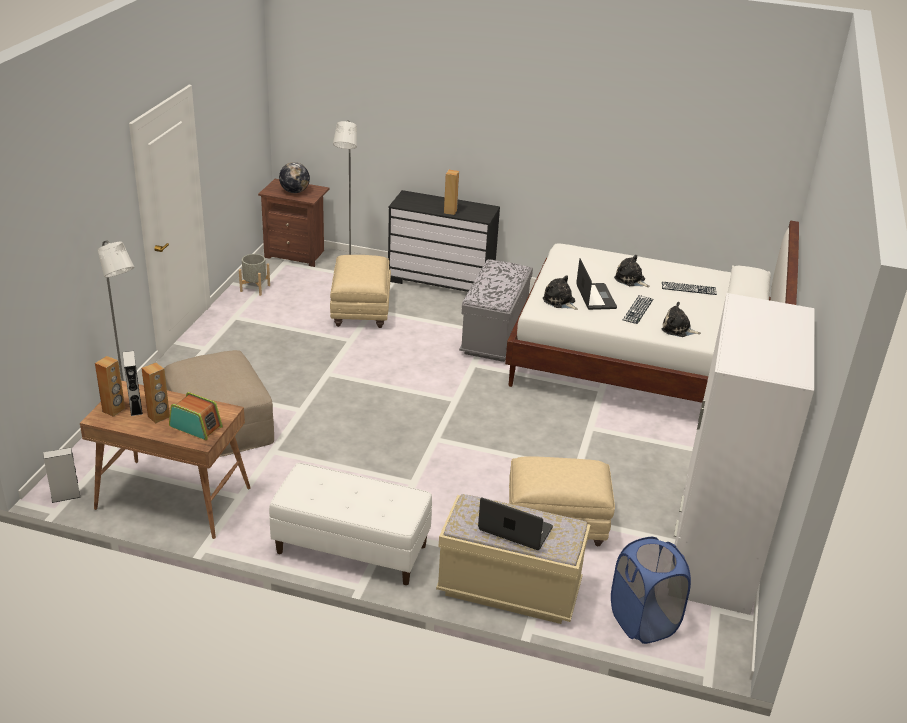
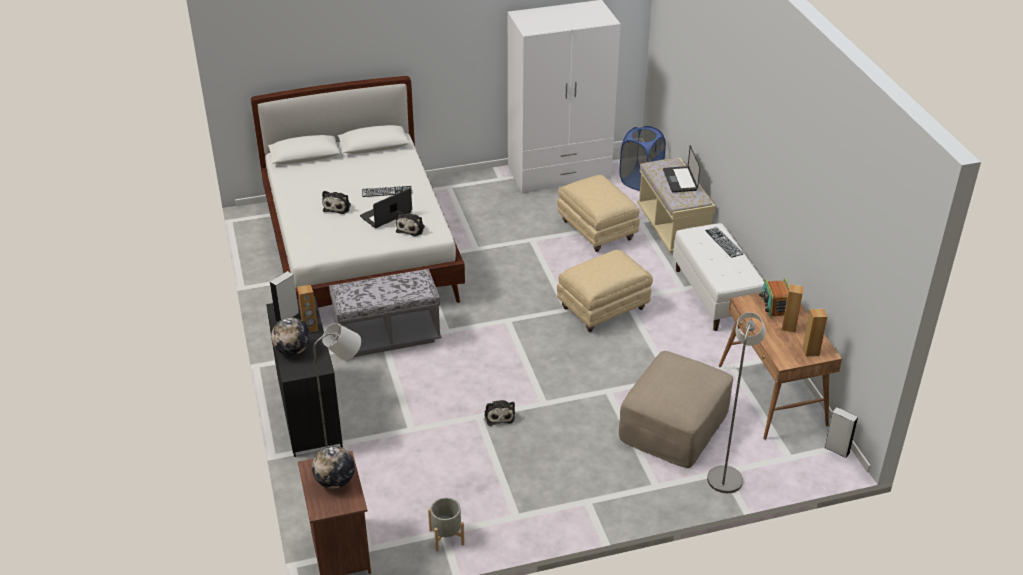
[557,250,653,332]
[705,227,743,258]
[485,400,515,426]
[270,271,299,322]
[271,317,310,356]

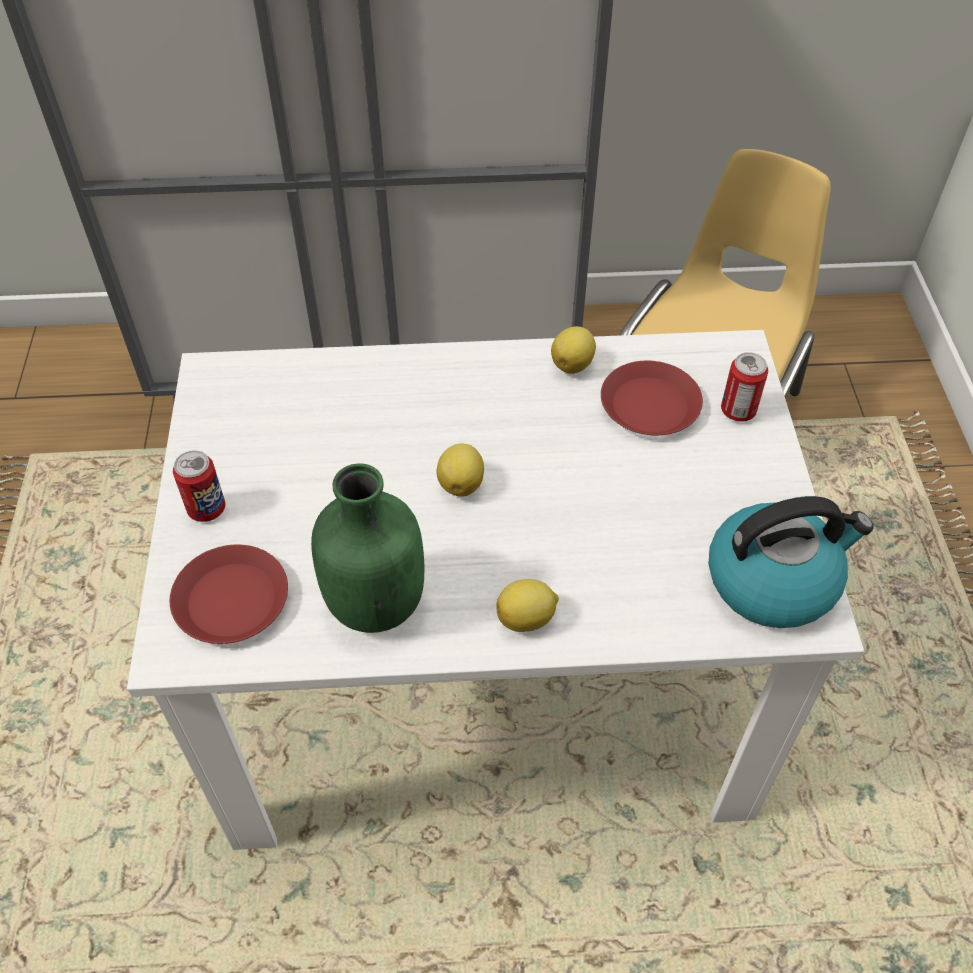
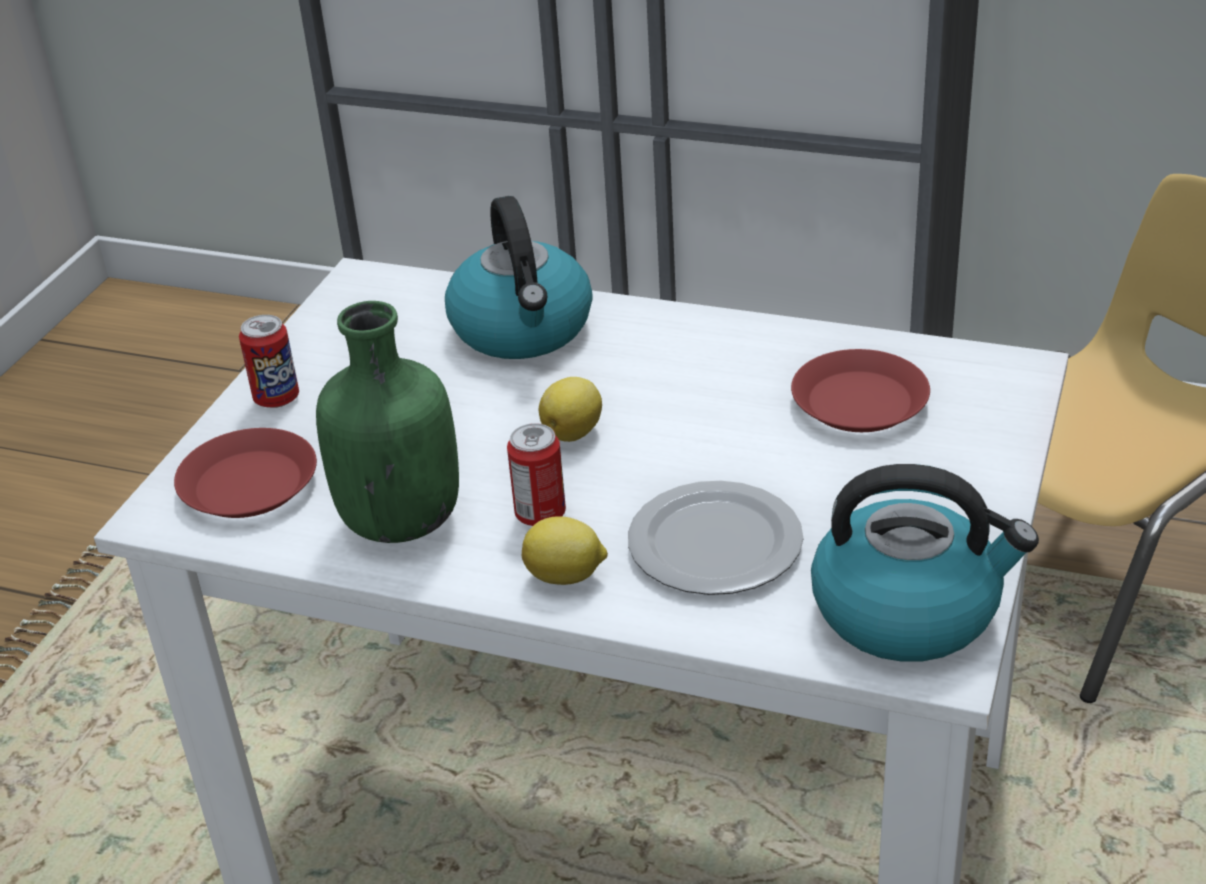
[551,326,596,374] (first image)
[507,423,566,526]
[445,196,593,359]
[628,481,803,595]

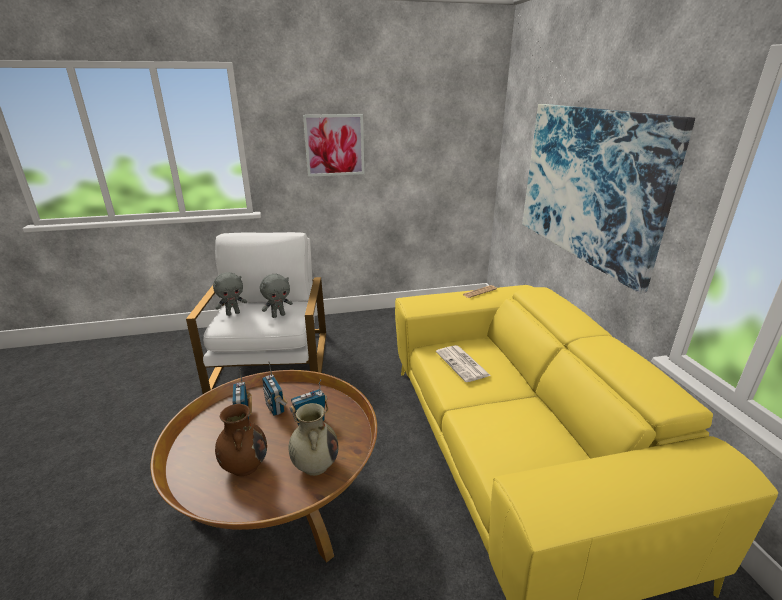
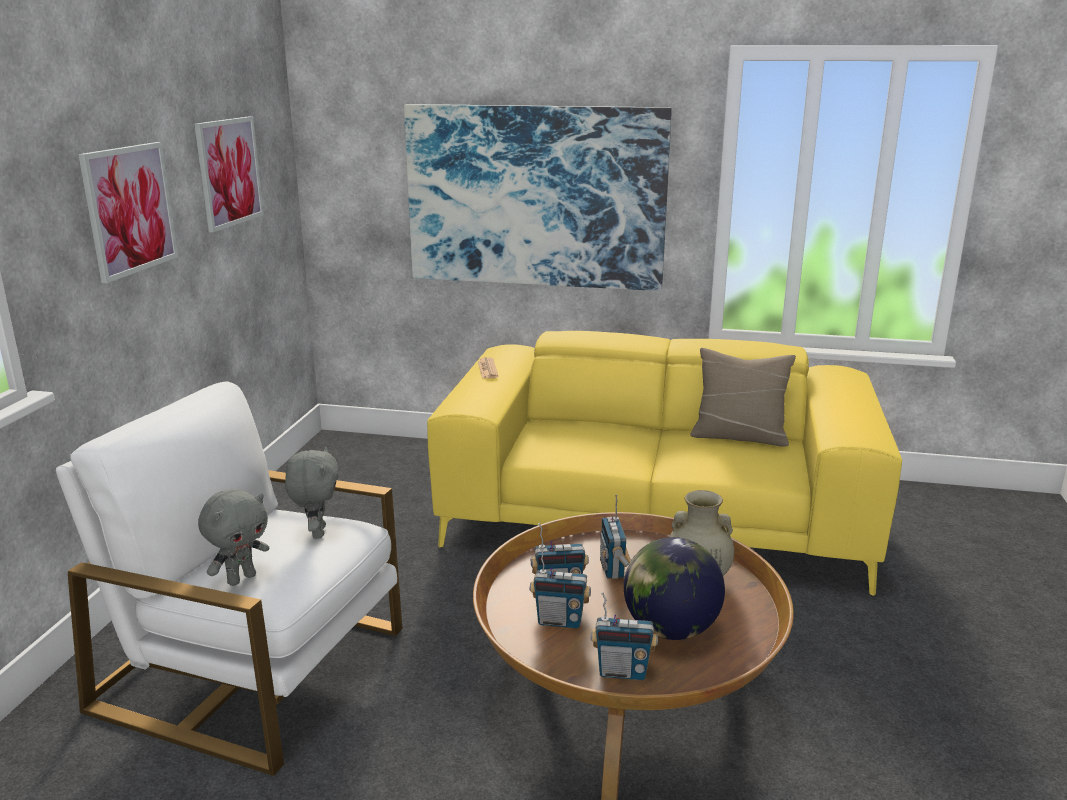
[198,489,269,586]
[436,345,491,382] (first image)
[624,537,725,640]
[194,116,264,232]
[690,348,796,447]
[591,592,658,680]

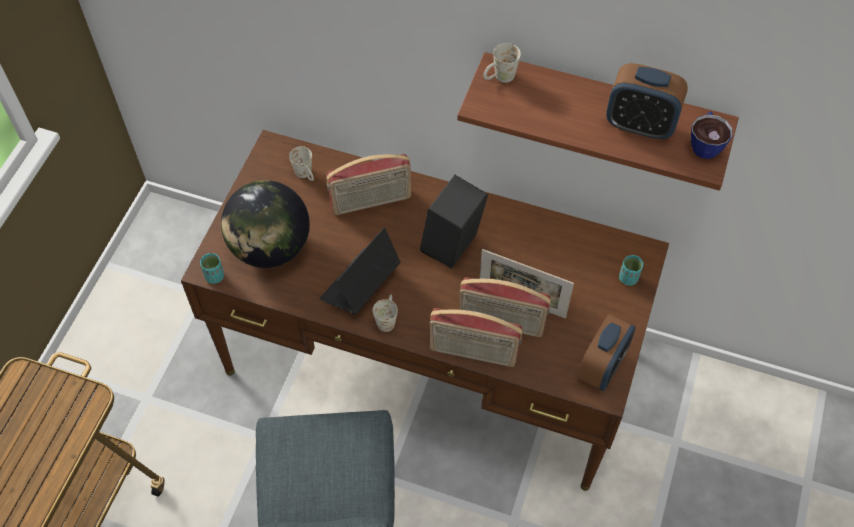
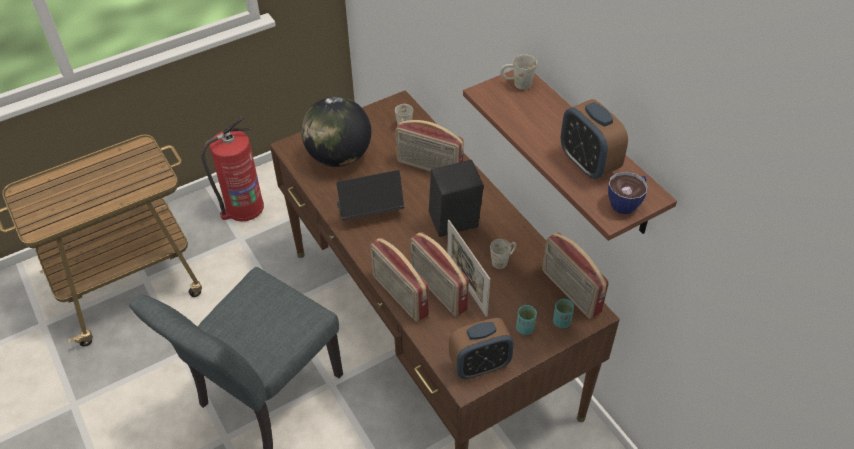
[516,305,537,335]
[490,239,517,269]
[201,116,264,221]
[542,232,609,319]

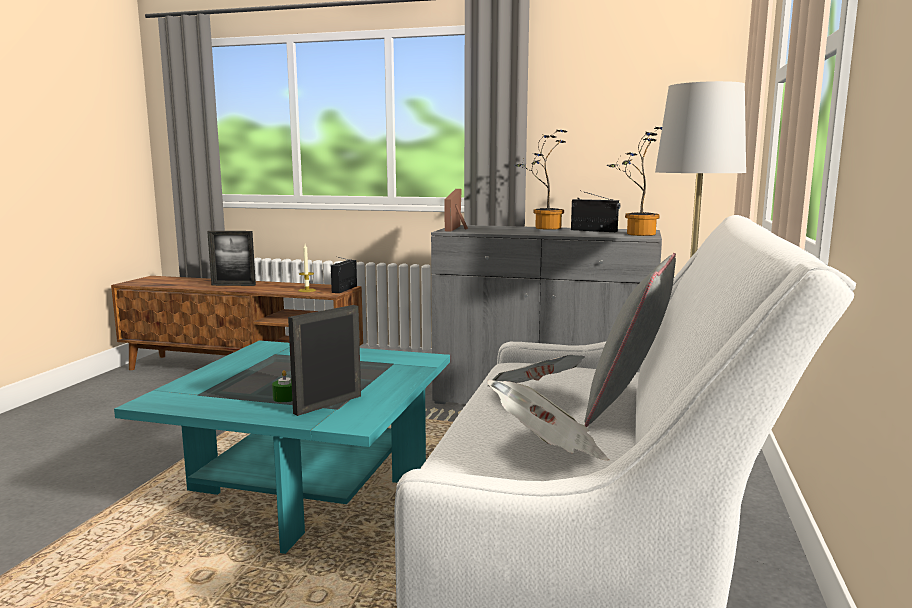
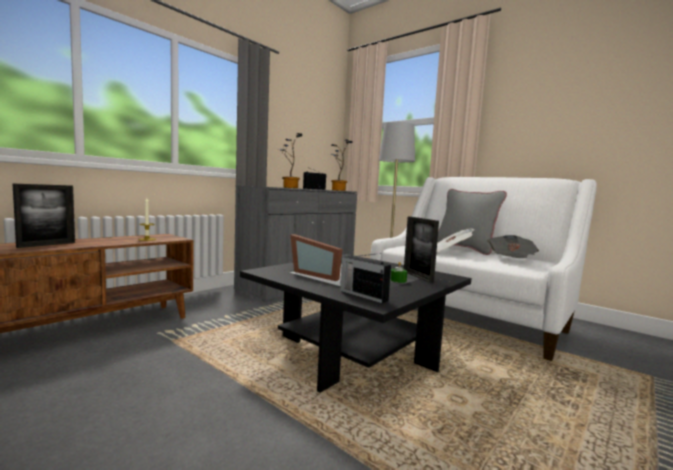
[290,234,342,281]
[340,253,391,303]
[240,254,472,393]

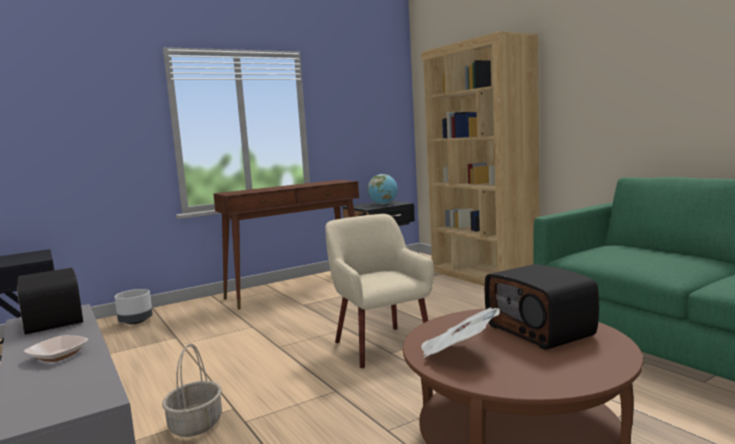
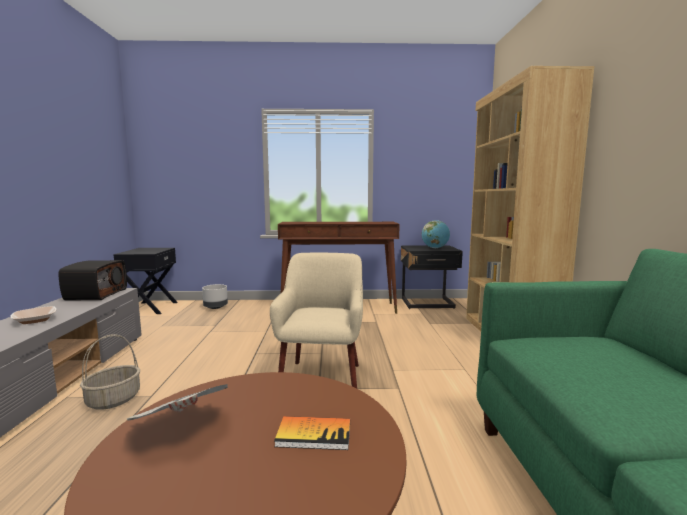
[274,416,350,450]

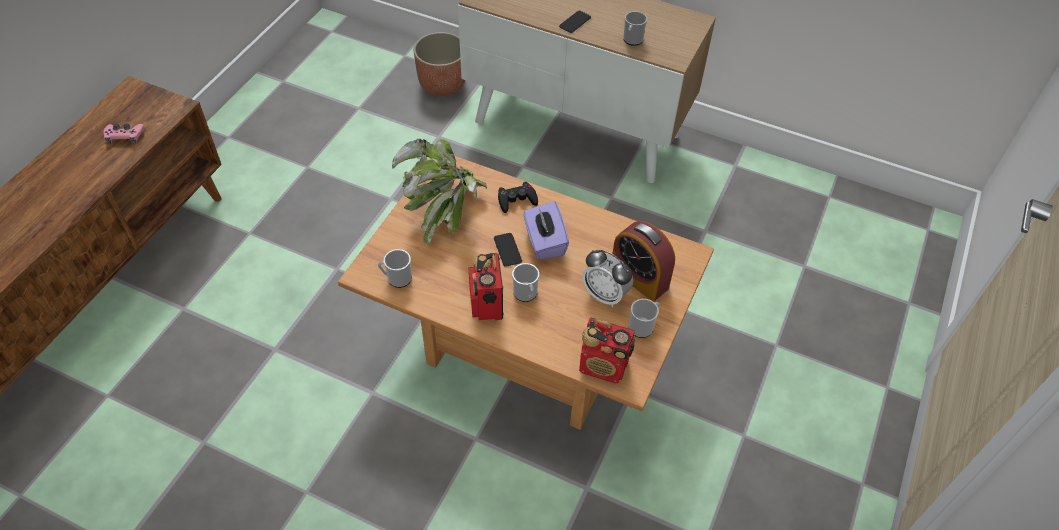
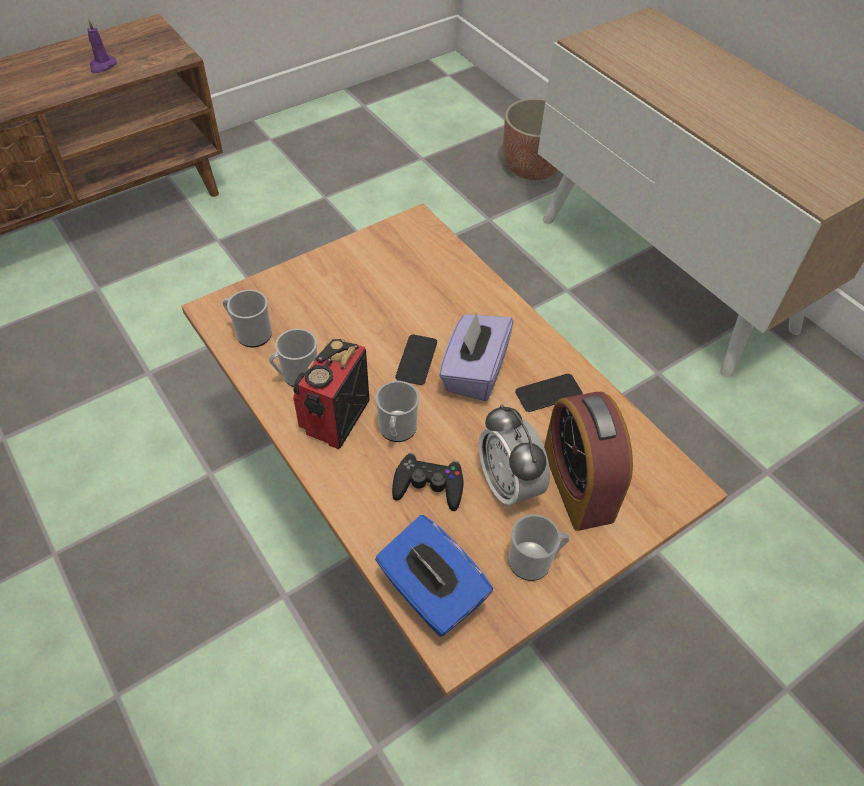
[515,374,583,412]
[269,329,317,387]
[87,19,117,73]
[392,139,487,243] (first image)
[392,453,464,511]
[375,515,493,637]

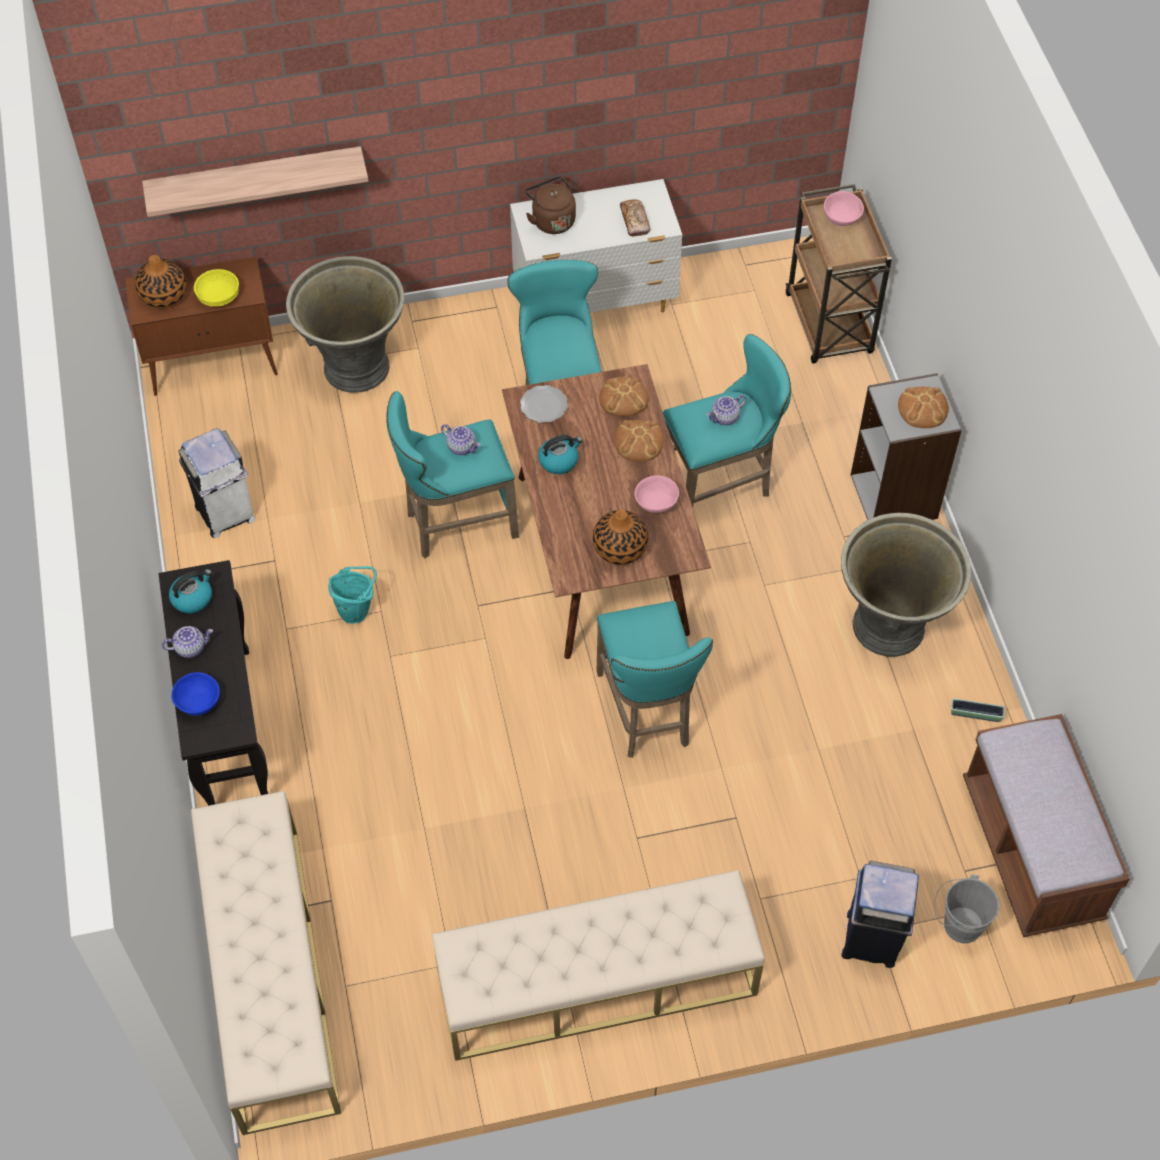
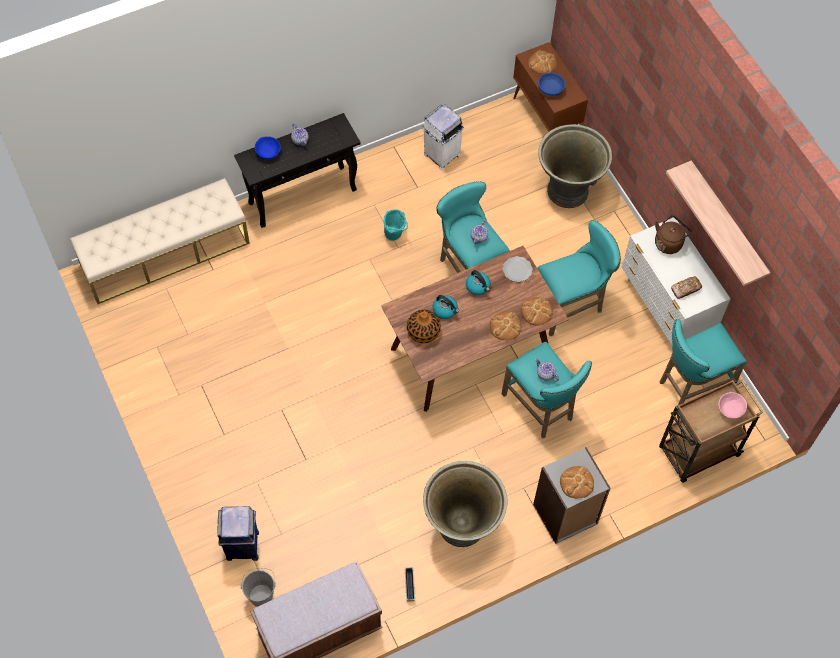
[666,160,770,286]
[528,50,557,74]
[538,73,565,97]
[635,475,679,513] (first image)
[433,295,459,319]
[660,319,747,405]
[432,870,765,1061] (first image)

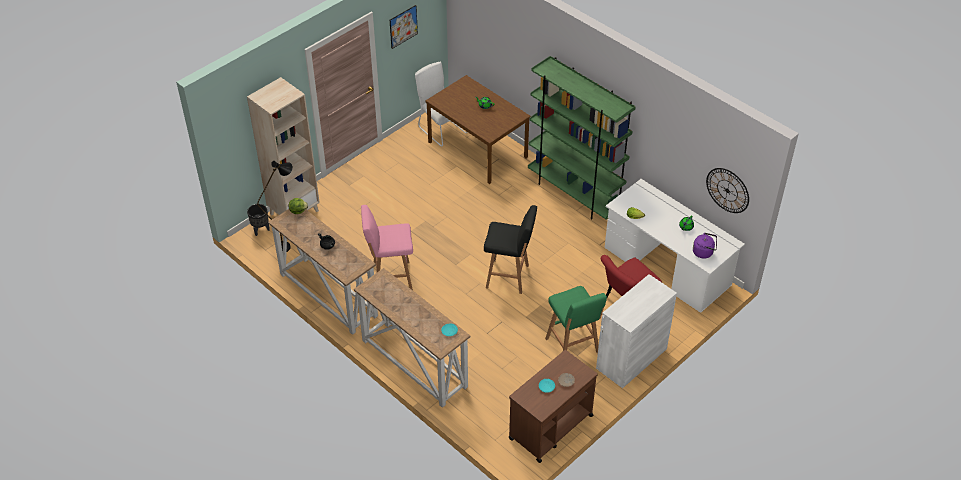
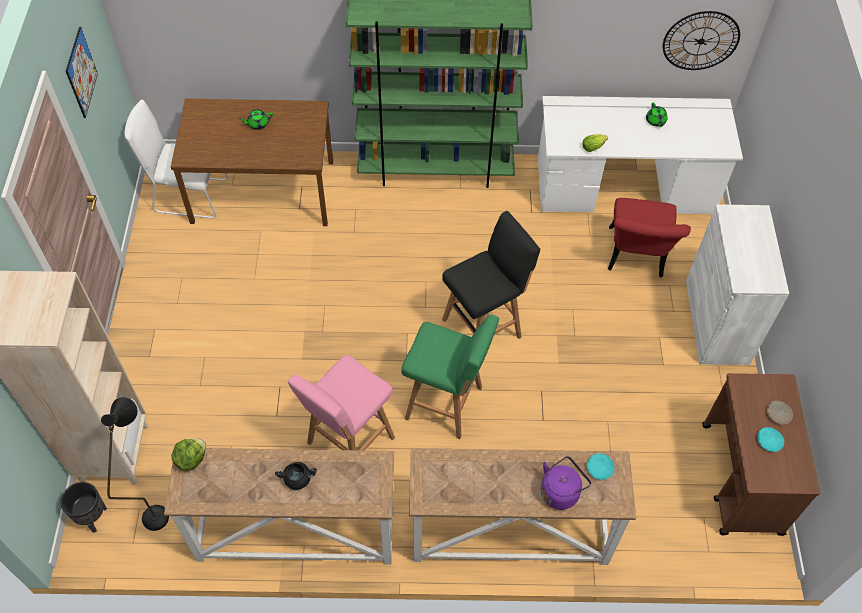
[541,456,591,510]
[401,315,499,439]

